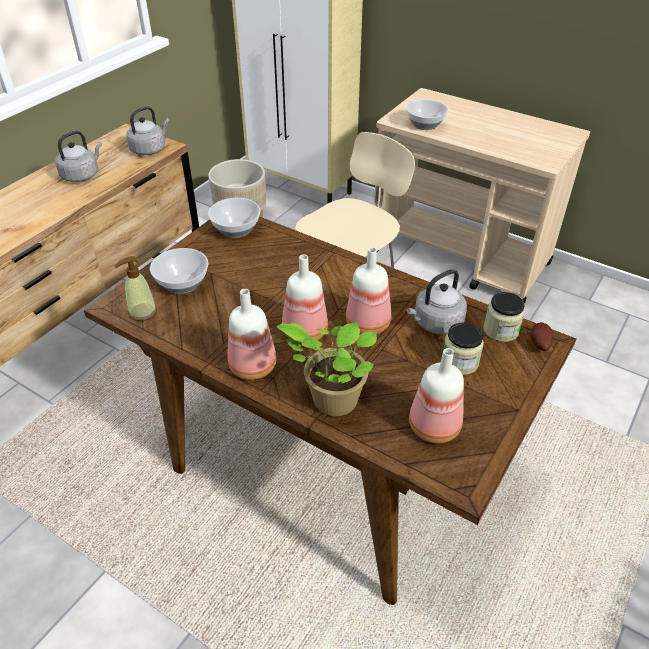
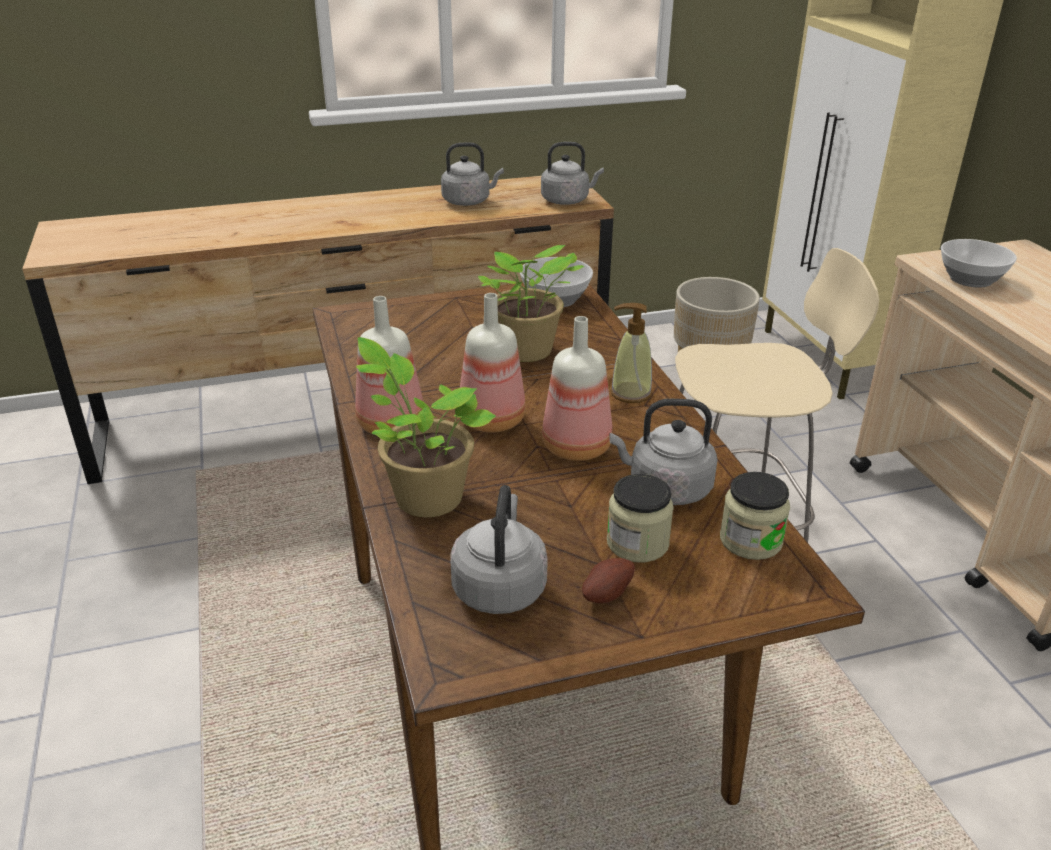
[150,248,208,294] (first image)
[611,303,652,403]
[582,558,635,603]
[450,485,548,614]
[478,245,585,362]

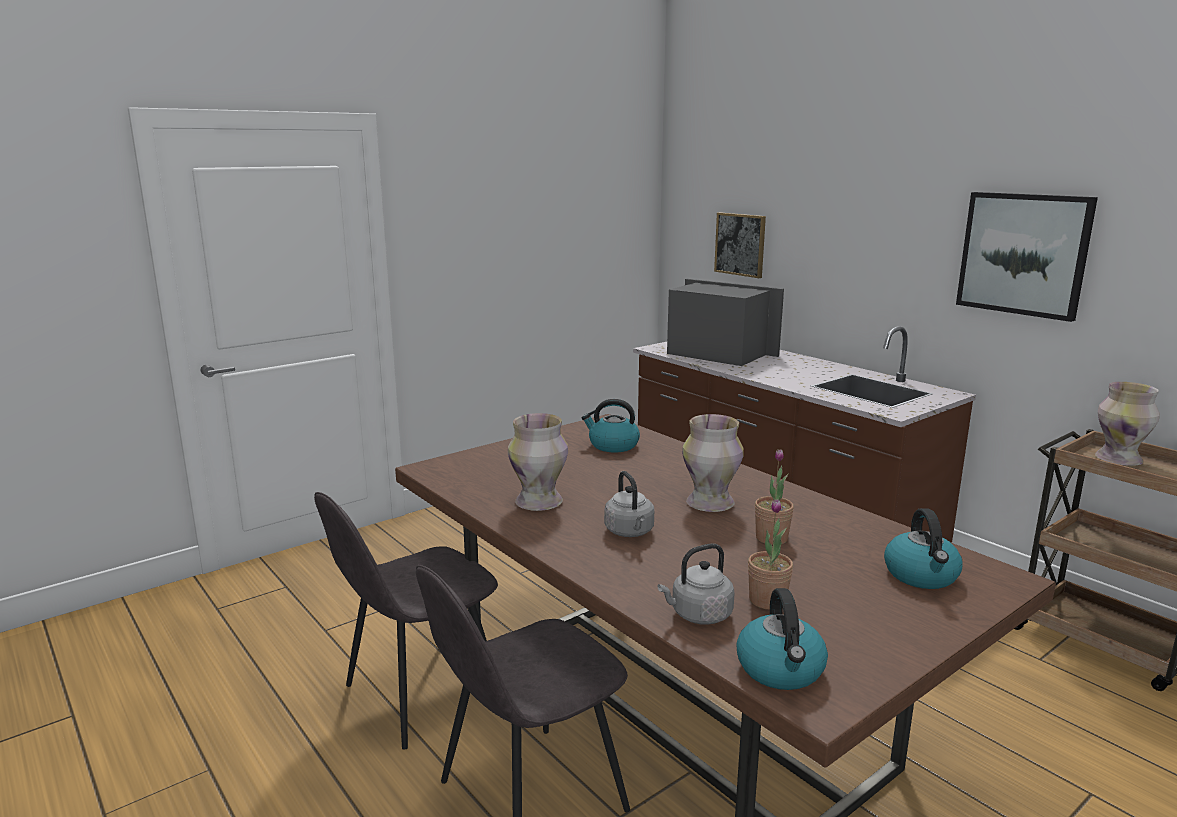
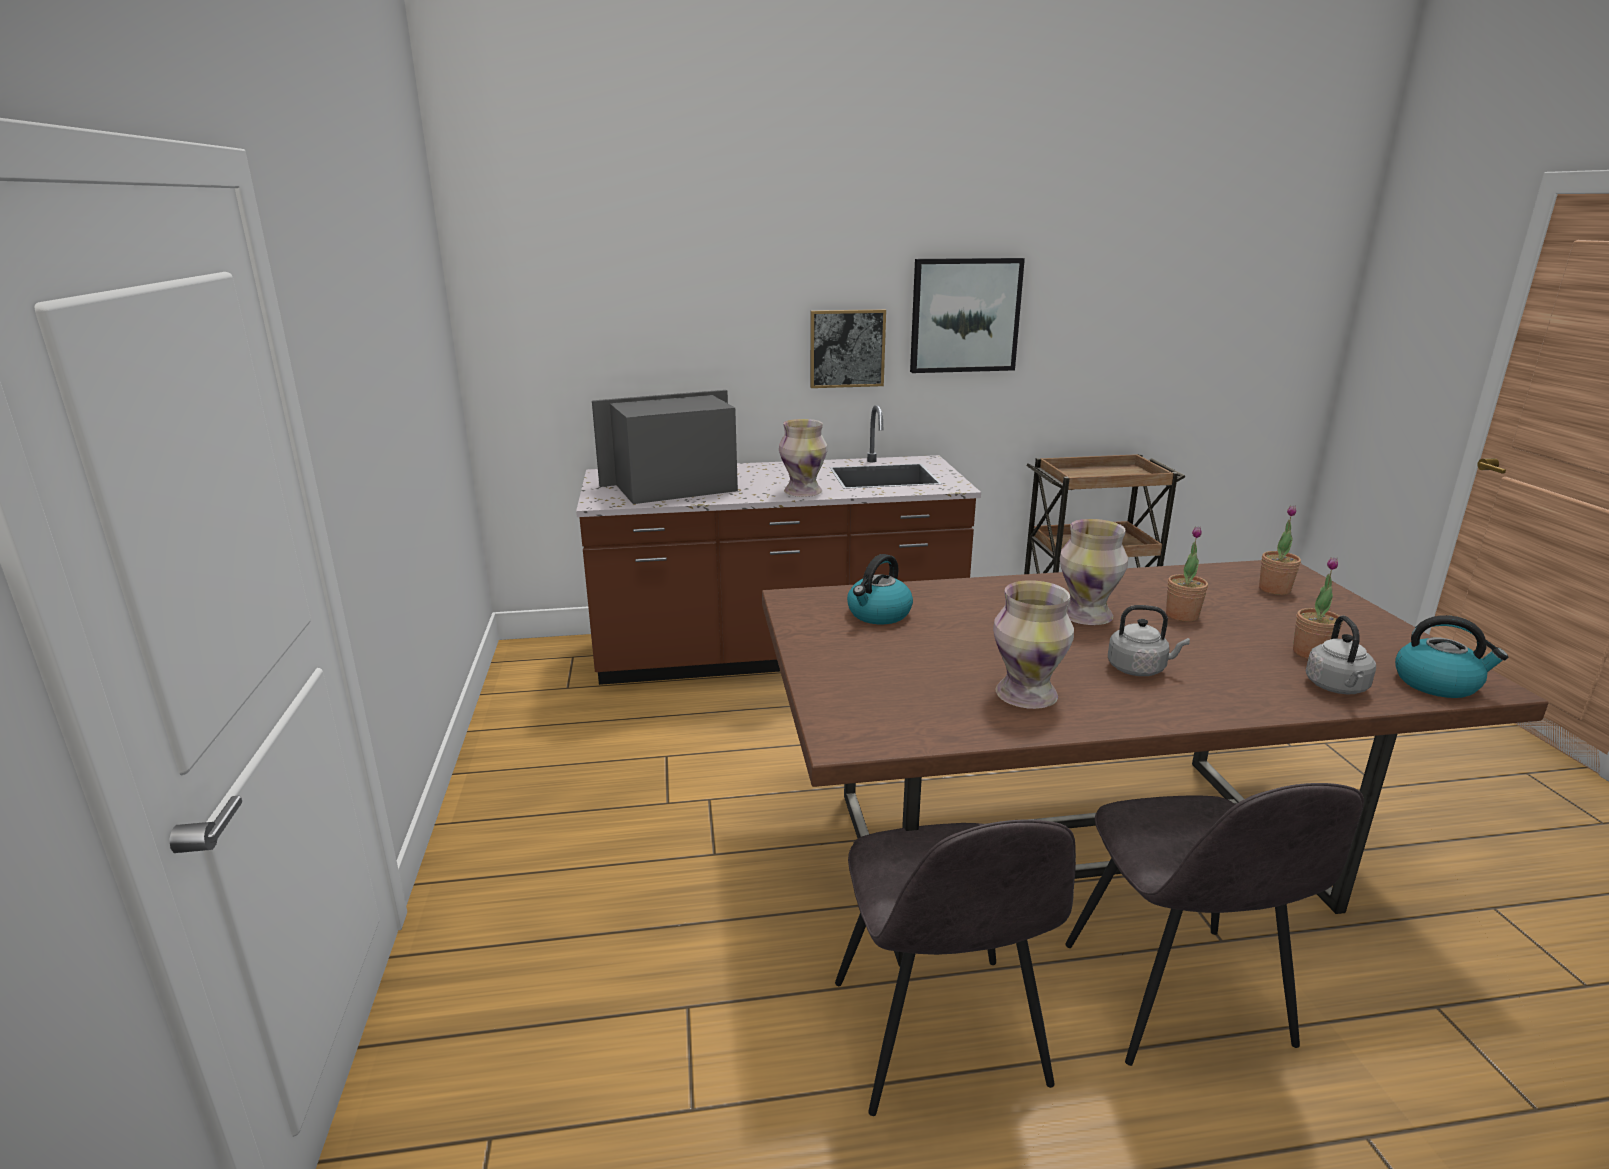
[810,309,886,388]
[779,419,827,497]
[1259,506,1301,595]

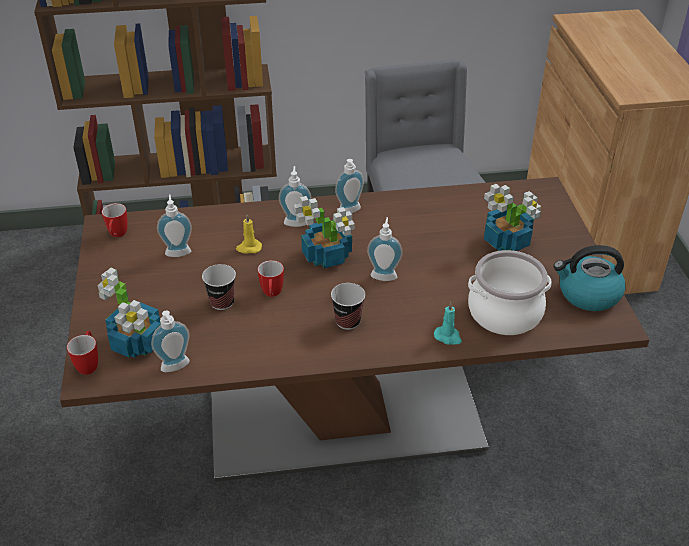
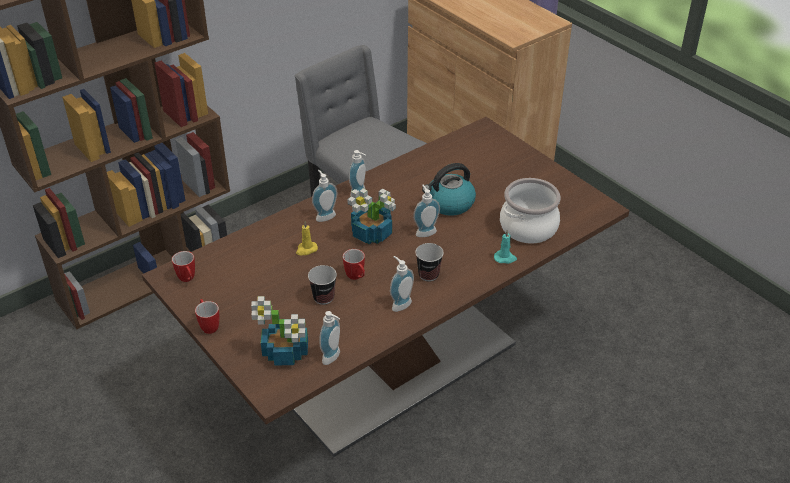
[484,184,541,251] (first image)
[390,256,414,312]
[422,163,476,216]
[195,299,219,334]

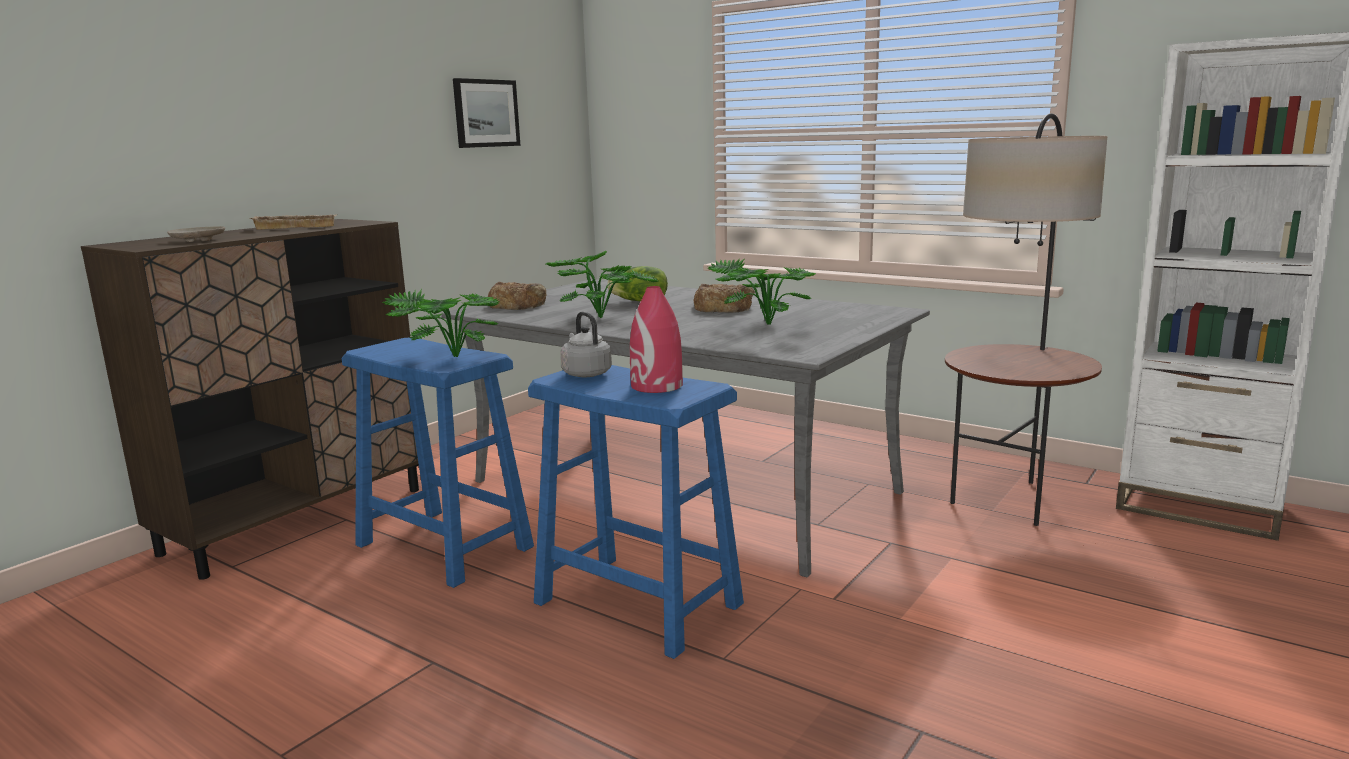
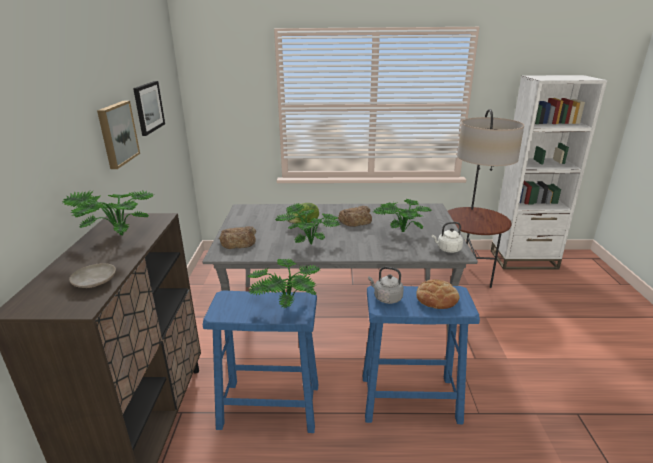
[62,191,155,235]
[416,279,460,309]
[97,101,140,169]
[432,222,463,253]

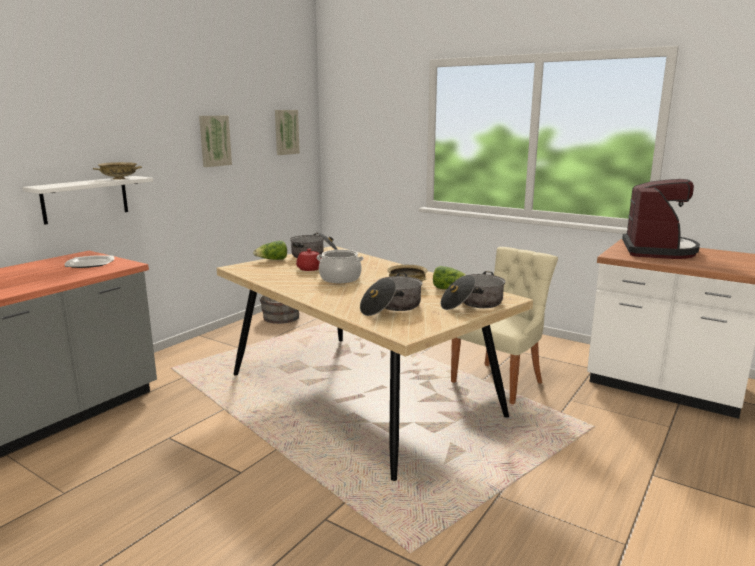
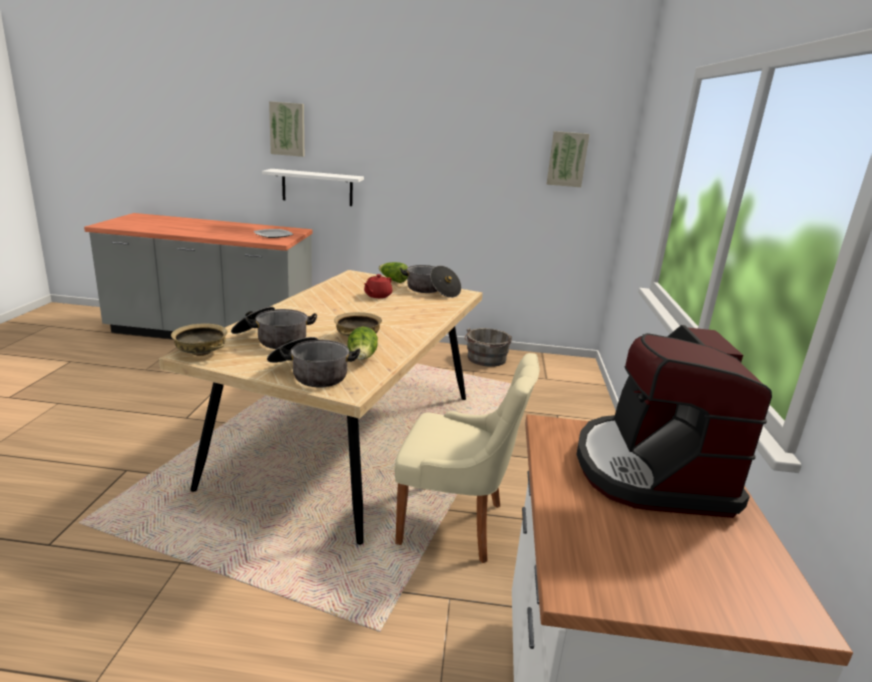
[269,101,304,157]
[171,323,227,356]
[576,325,772,518]
[317,250,364,283] (first image)

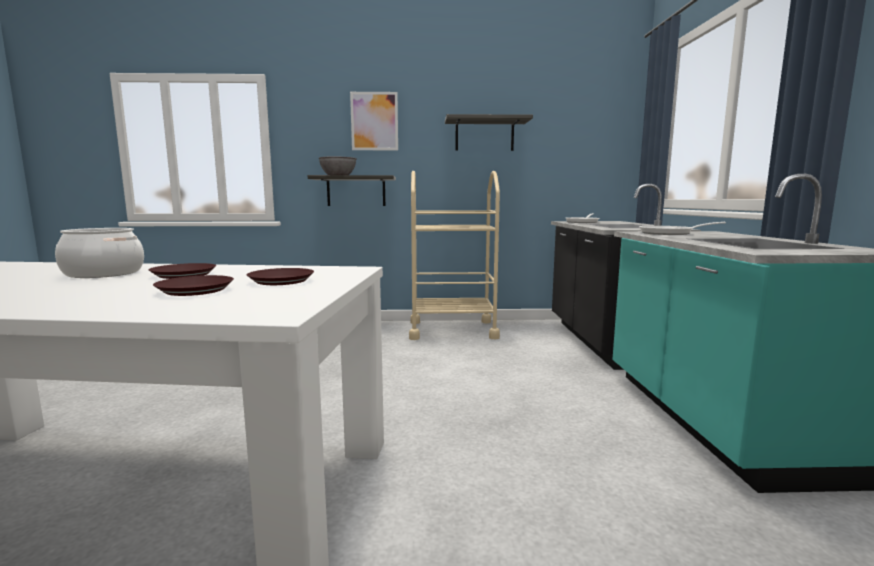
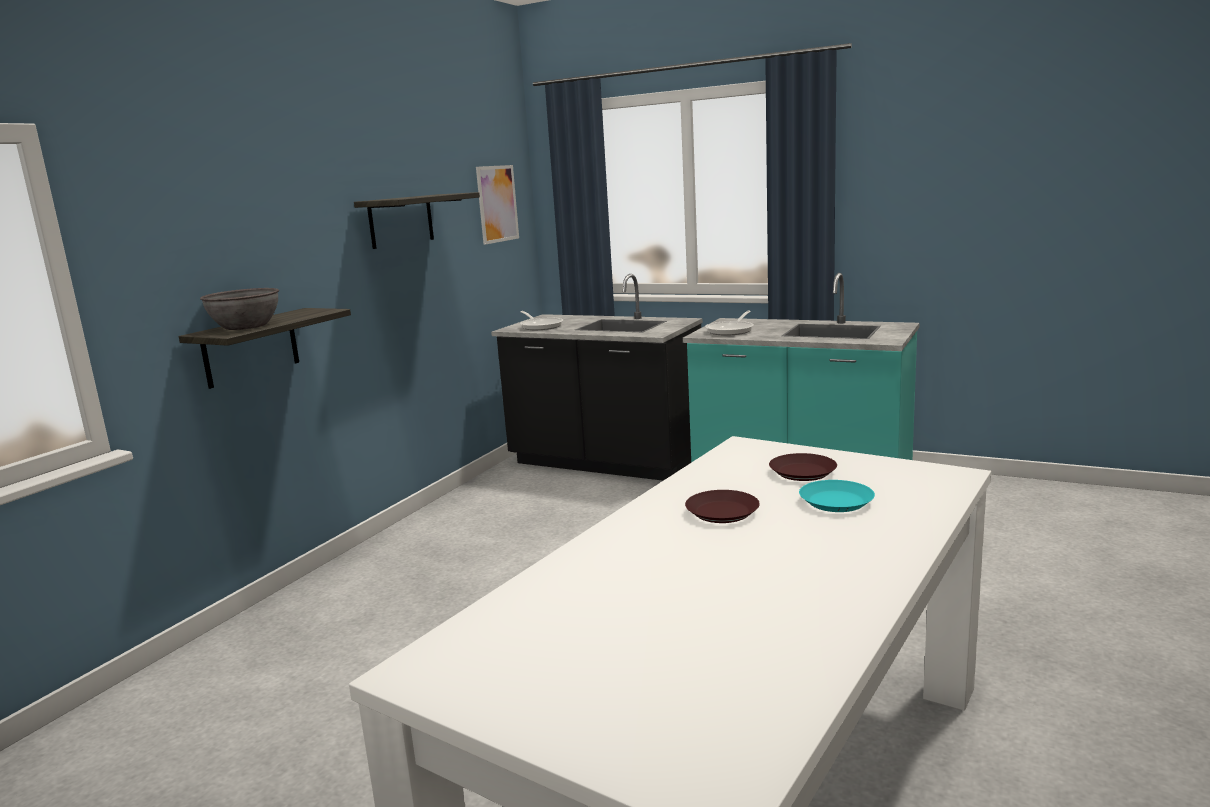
[476,165,519,245]
[409,171,500,340] (first image)
[55,228,144,278] (first image)
[799,480,875,512]

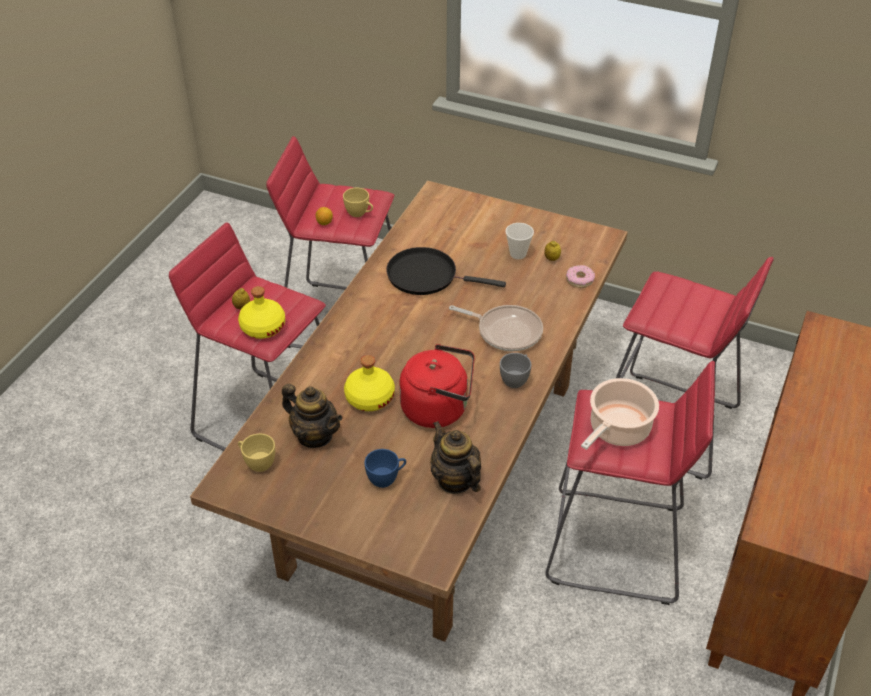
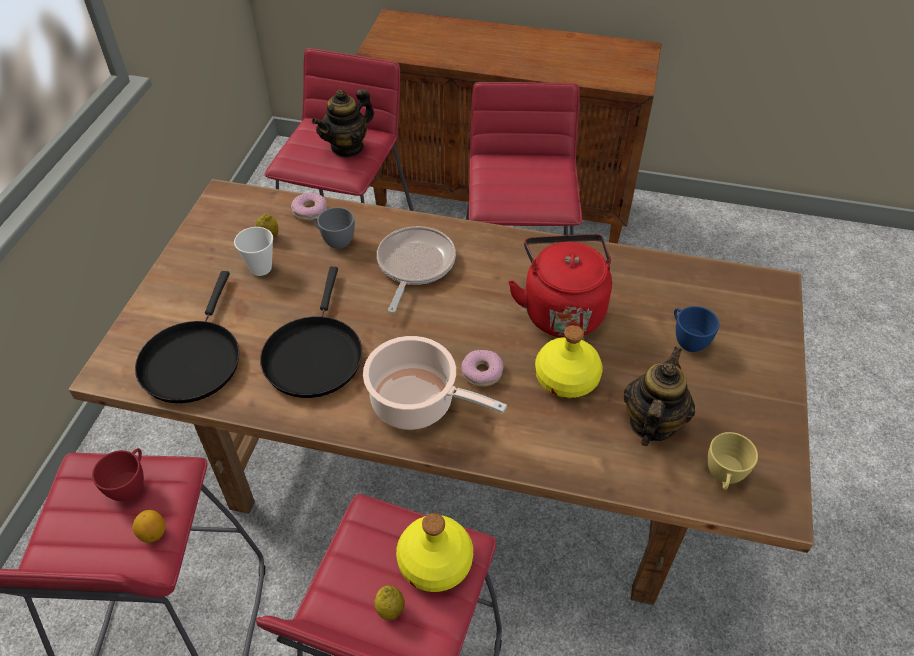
[92,448,144,501]
[313,207,355,249]
[363,336,507,430]
[312,89,374,158]
[135,271,239,403]
[461,350,504,387]

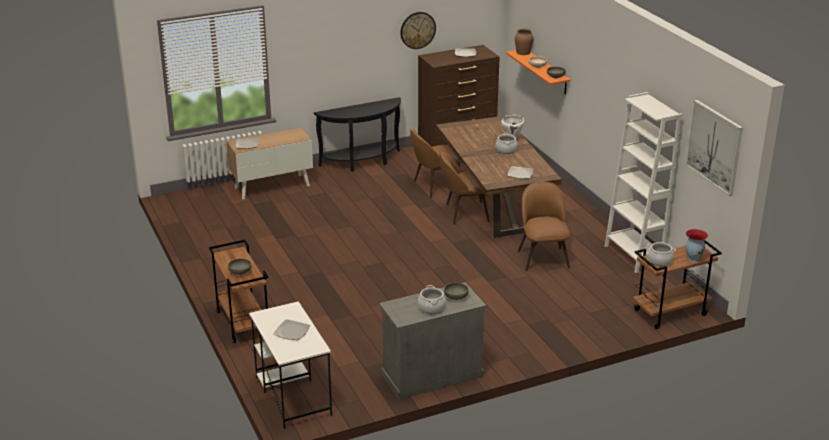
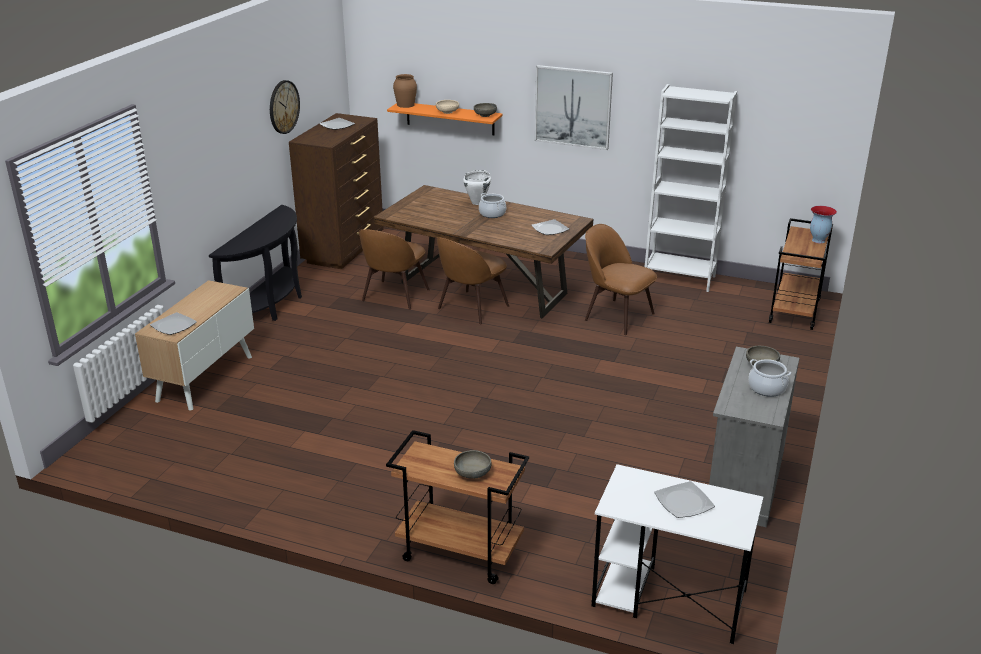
[534,65,613,150]
[648,242,676,266] (first image)

